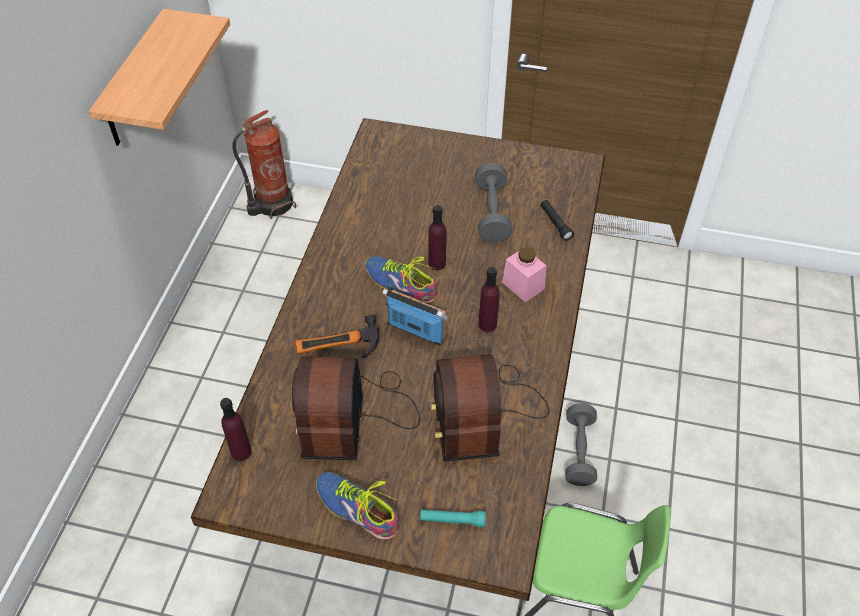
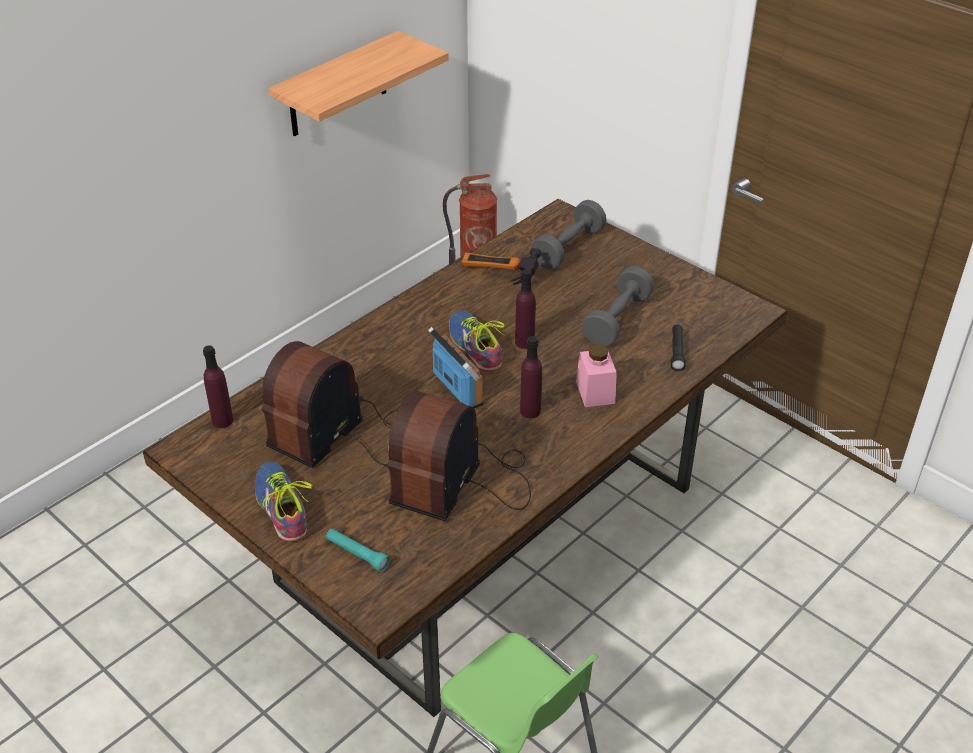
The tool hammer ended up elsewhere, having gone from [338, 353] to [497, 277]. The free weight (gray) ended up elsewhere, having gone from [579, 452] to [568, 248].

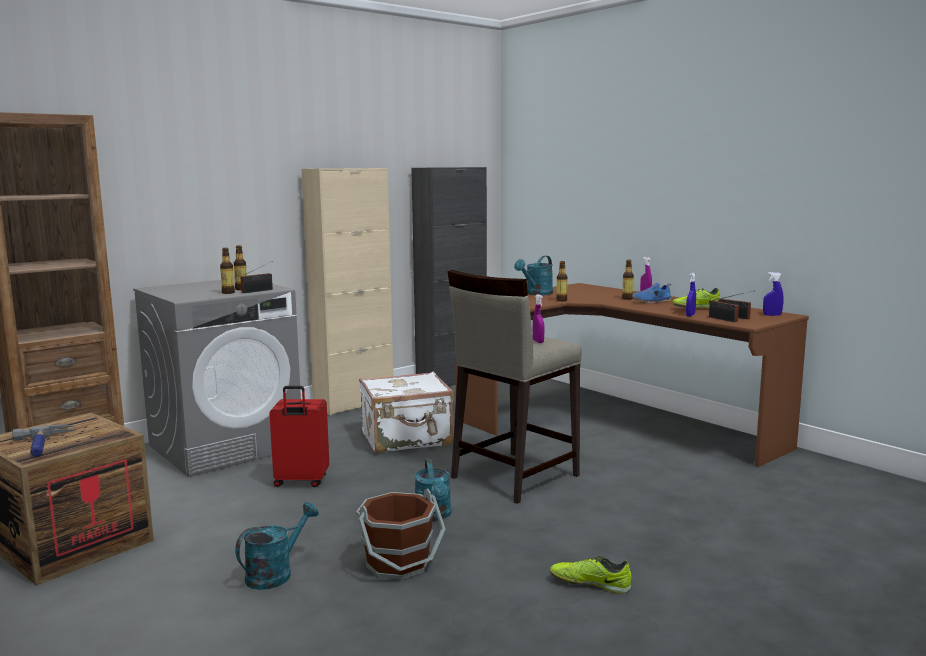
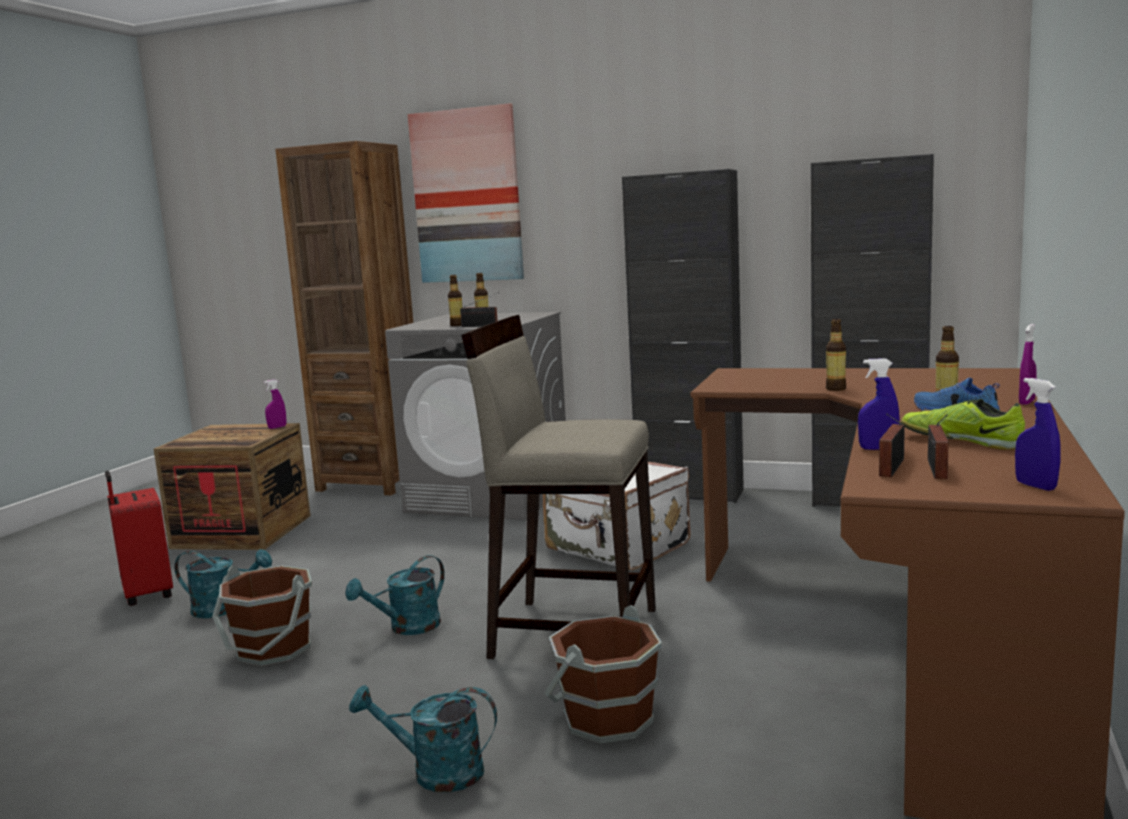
The second view lost the tool hammer at [43, 446]. The second view lost the shoe at [590, 583]. The second view gained the wall picture at [467, 196]. The second view gained the water bucket (brown) at [606, 718]. The suitcase (red-coloured) ended up elsewhere, having gone from [301, 482] to [146, 595]. The watering pot (turquoise) ended up elsewhere, having gone from [536, 294] to [435, 772]. The hand sprayer (purplish) ended up elsewhere, having gone from [538, 341] to [277, 427]. What was the storage cabinet (sand-coloured) at [354, 404] turned into the storage cabinet (black-coloured) at [690, 494].

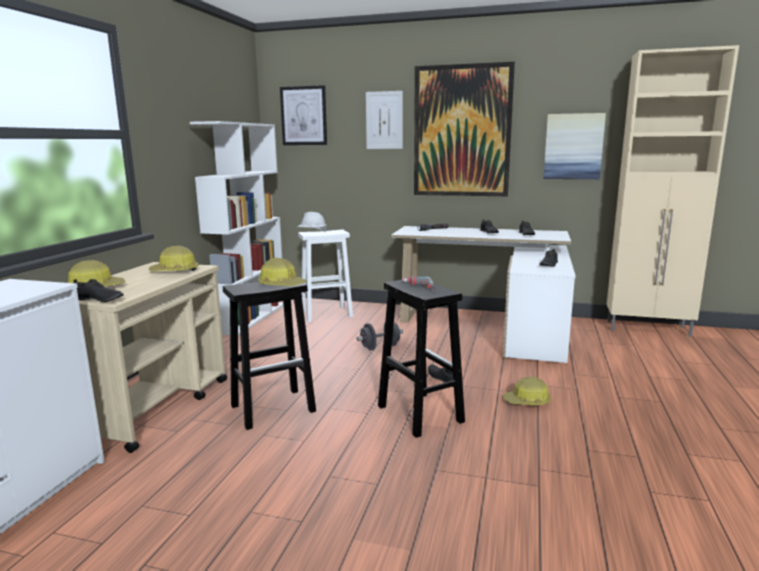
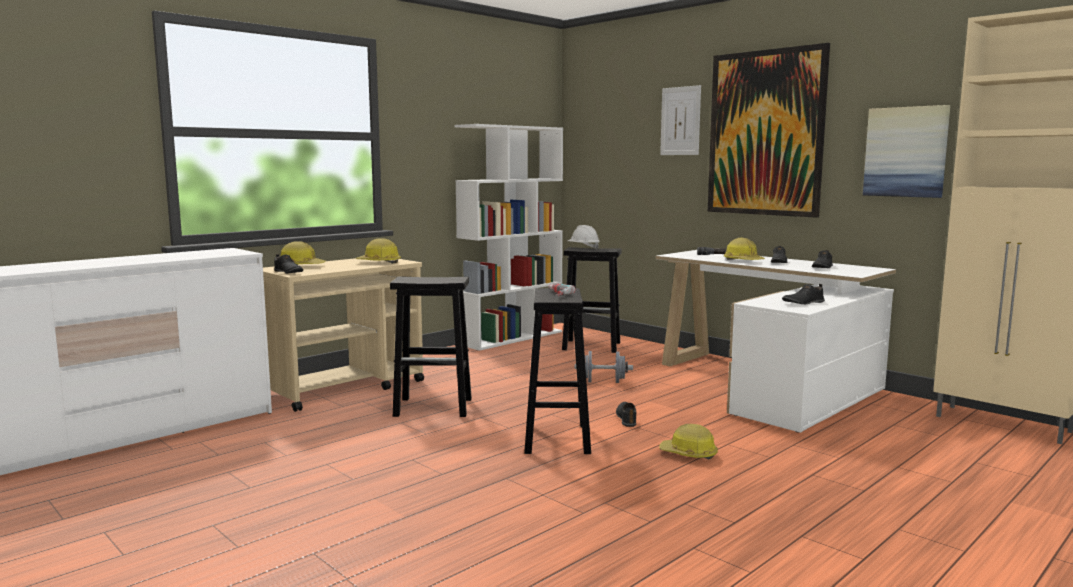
The second view lost the wall picture at [304, 116]. The hard hat ended up elsewhere, having gone from [281, 285] to [743, 261]. What was the stool seat (white) at [327, 314] turned into the stool seat (black-coloured) at [592, 346].

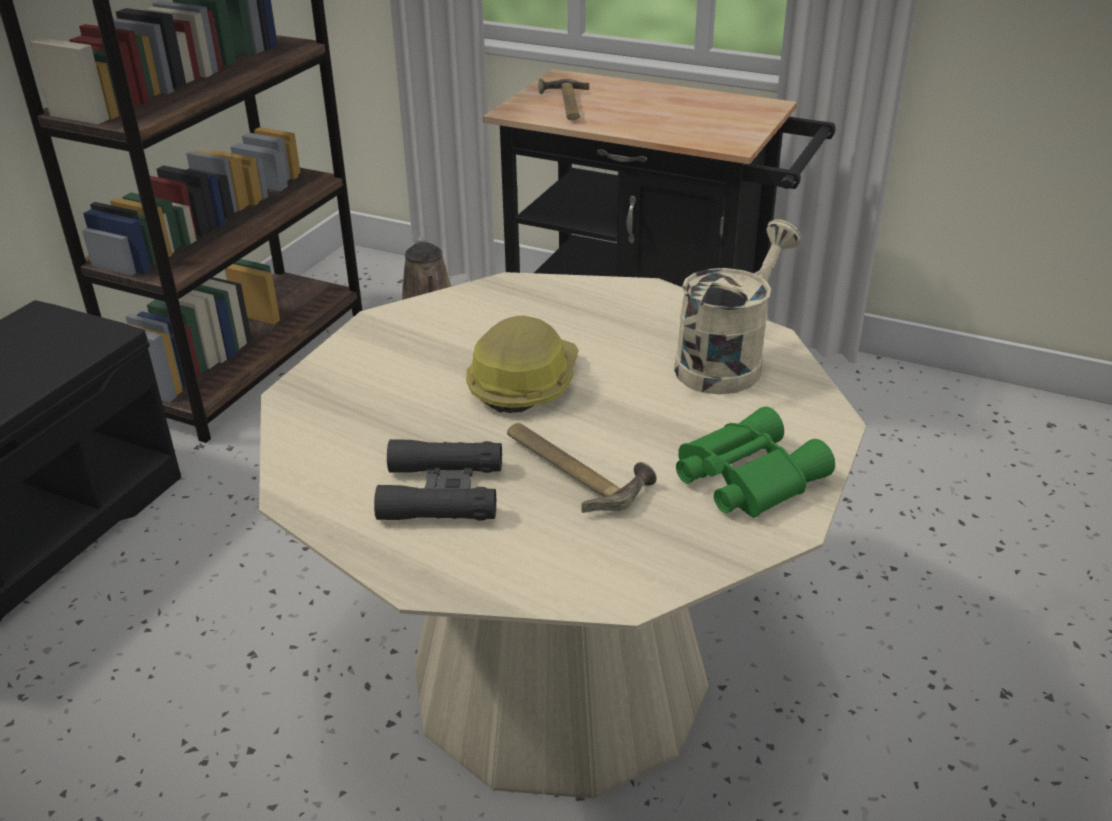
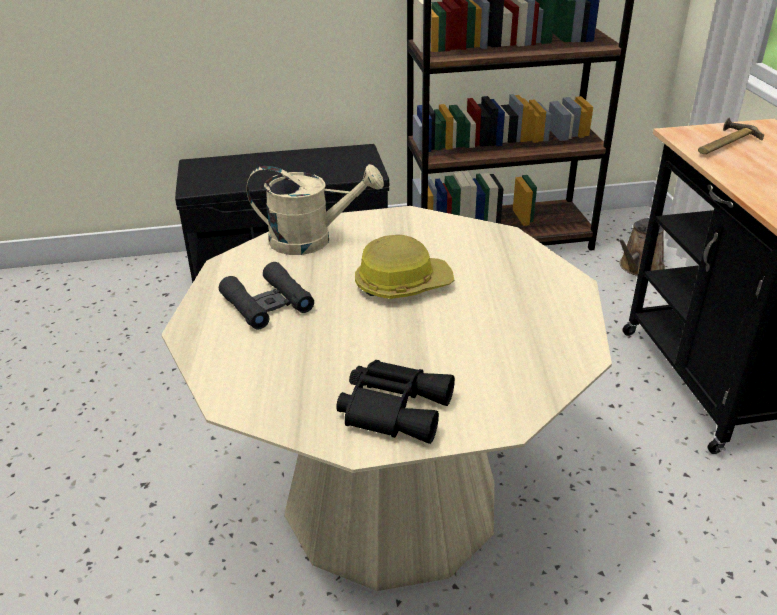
The second view lost the tool hammer at [574, 470]. The watering pot (sand-coloured) ended up elsewhere, having gone from [727, 361] to [312, 240]. What was the field glasses (green) at [744, 476] turned into the field glasses (black-coloured) at [394, 407].

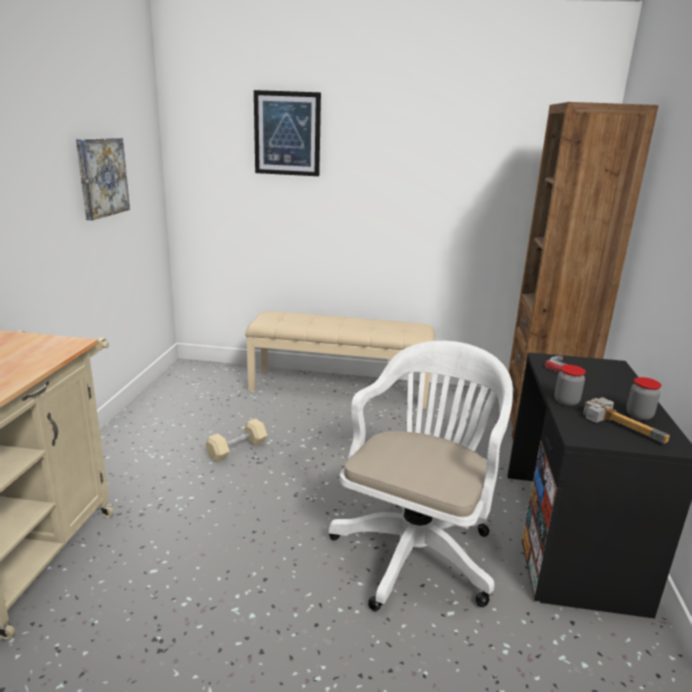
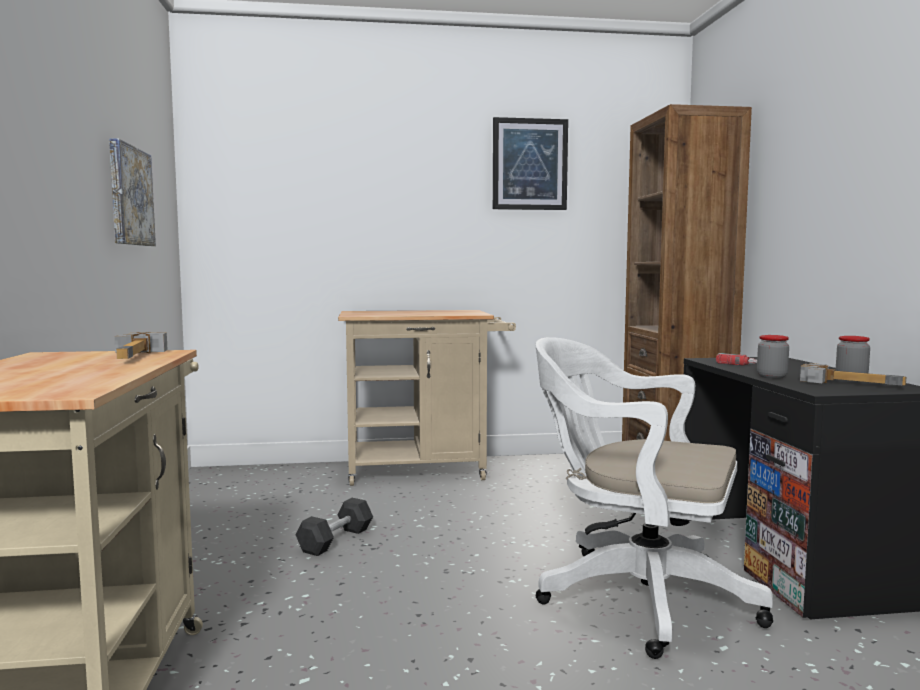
The second view gained the tool hammer at [142, 356]. The wall picture ended up elsewhere, having gone from [287, 133] to [529, 164]. Where the long seat (sand-coloured) stood at [340, 388], the cart (sand-coloured) came to stand at [426, 470]. What was the free weight (sand-coloured) at [237, 449] turned into the free weight (black-coloured) at [336, 540]. The office chair (white) at [417, 548] ended up facing another way, 75 degrees counterclockwise from before.

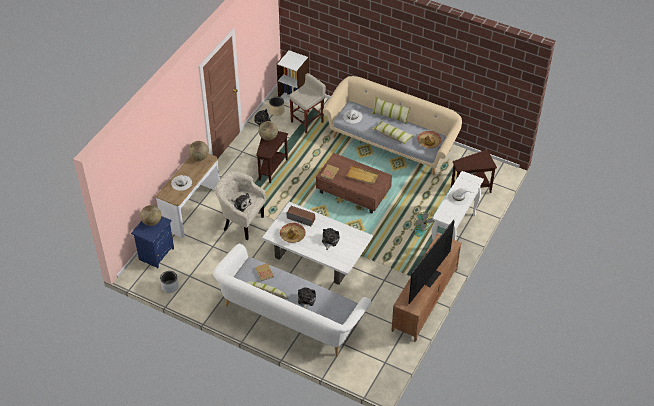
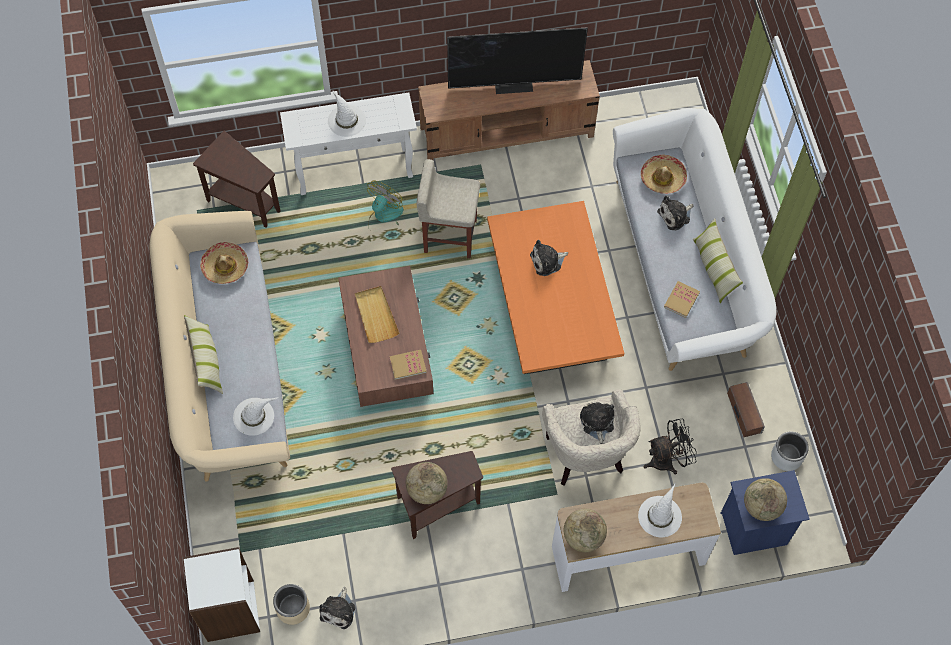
The second view lost the throw pillow at [392, 135]. The second view gained the fan (black-coloured) at [667, 460]. The clothing hat ended up elsewhere, having gone from [292, 235] to [663, 178]. The speaker ended up elsewhere, having gone from [301, 218] to [743, 413]. The stool seat (sand-coloured) ended up elsewhere, having gone from [307, 122] to [449, 236]. What was the low table (white) at [316, 255] turned into the low table (orangey) at [552, 309].

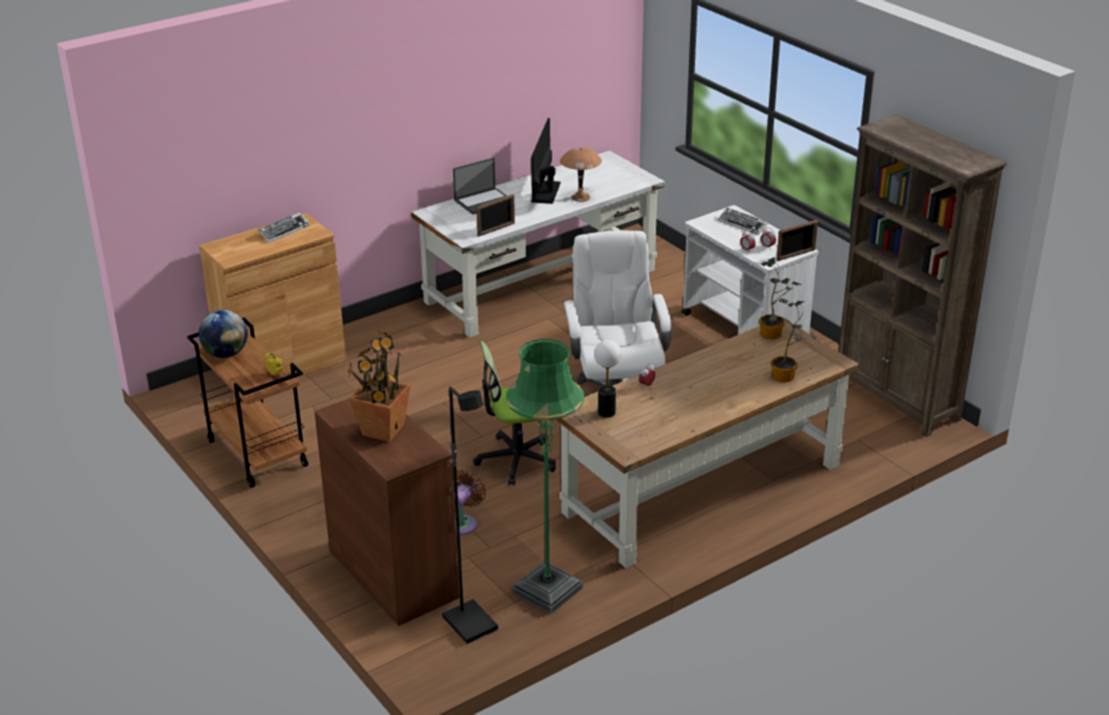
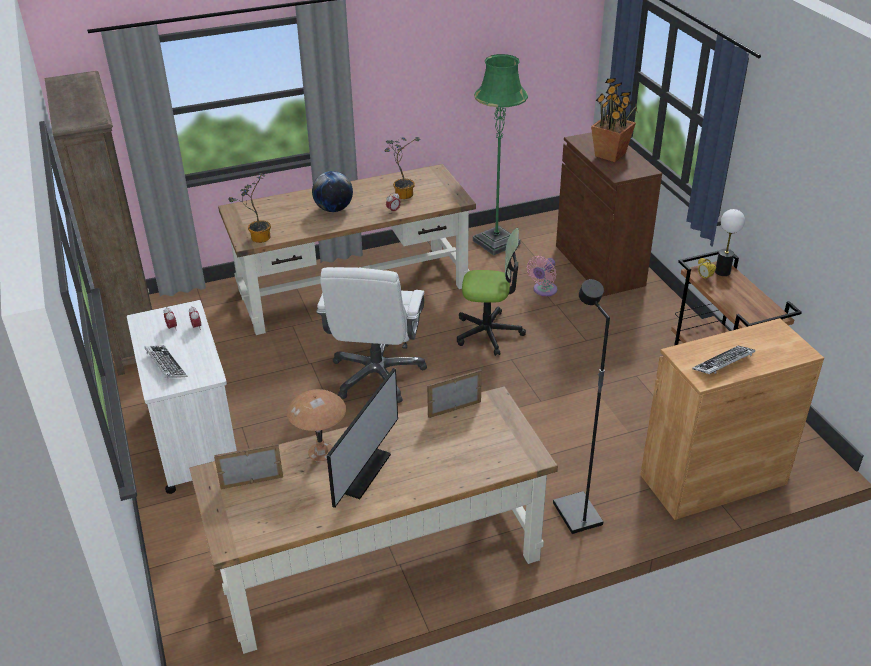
The second view lost the notebook computer at [484, 201]. The desk globe ended up elsewhere, having gone from [226, 354] to [334, 209]. The standing lamp (black-coloured) ended up elsewhere, having gone from [471, 624] to [576, 514]. The lamp for a table ended up elsewhere, having gone from [607, 412] to [722, 272]. The plant in a pot ended up elsewhere, having gone from [786, 377] to [402, 193]. The standing frame ended up elsewhere, having gone from [796, 255] to [252, 482]. What was the desk (white) at [541, 285] turned into the desk (brown) at [378, 563]. What was the fan (brown) at [463, 523] turned into the fan (pinkish) at [543, 290].

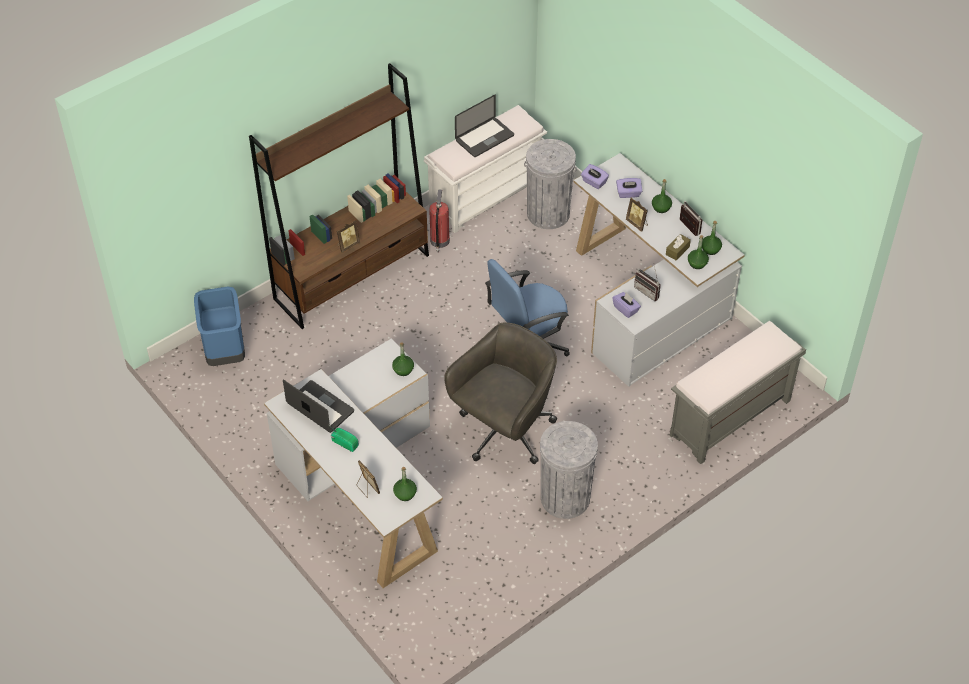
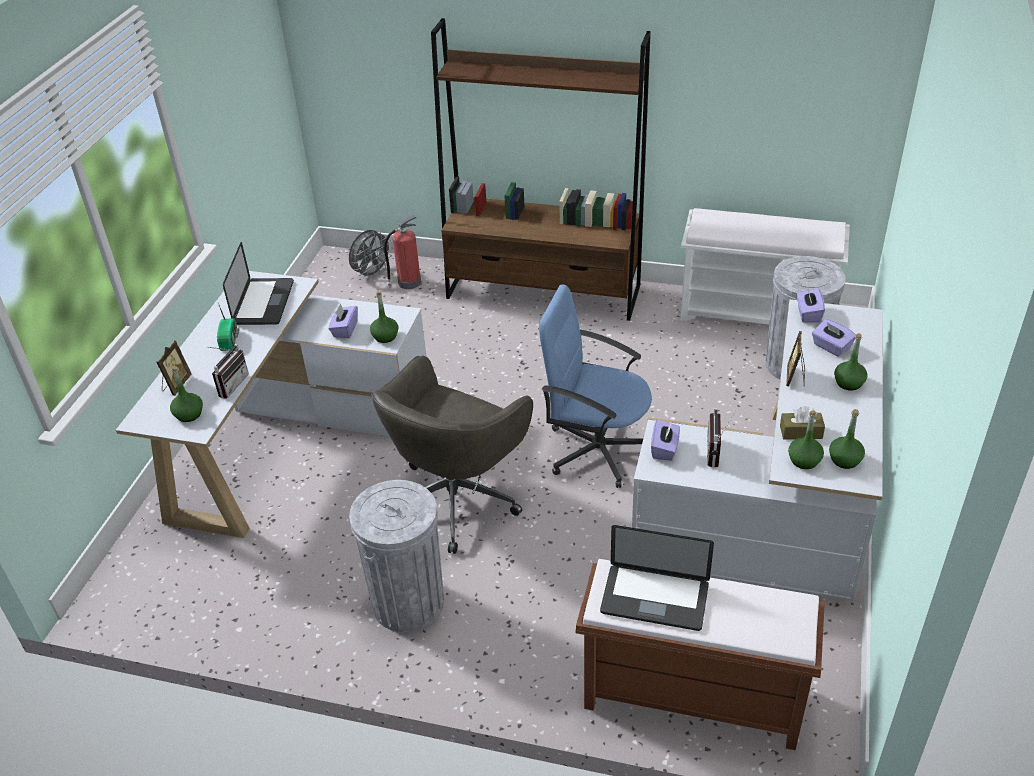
The second view lost the standing frame at [347, 245]. The second view gained the tissue holder (purplish) at [345, 329]. The extinguisher ended up elsewhere, having gone from [439, 241] to [408, 283]. The notebook computer ended up elsewhere, having gone from [484, 138] to [654, 598]. The radio ended up elsewhere, having gone from [686, 228] to [230, 384]. Where the waste bin (blue-coloured) stood at [224, 352], the fan (gray) came to stand at [372, 273]. What was the long seat (gray) at [729, 419] turned into the long seat (brown) at [690, 697]. The office chair (gray) at [504, 432] ended up facing another way, 120 degrees clockwise from before.

